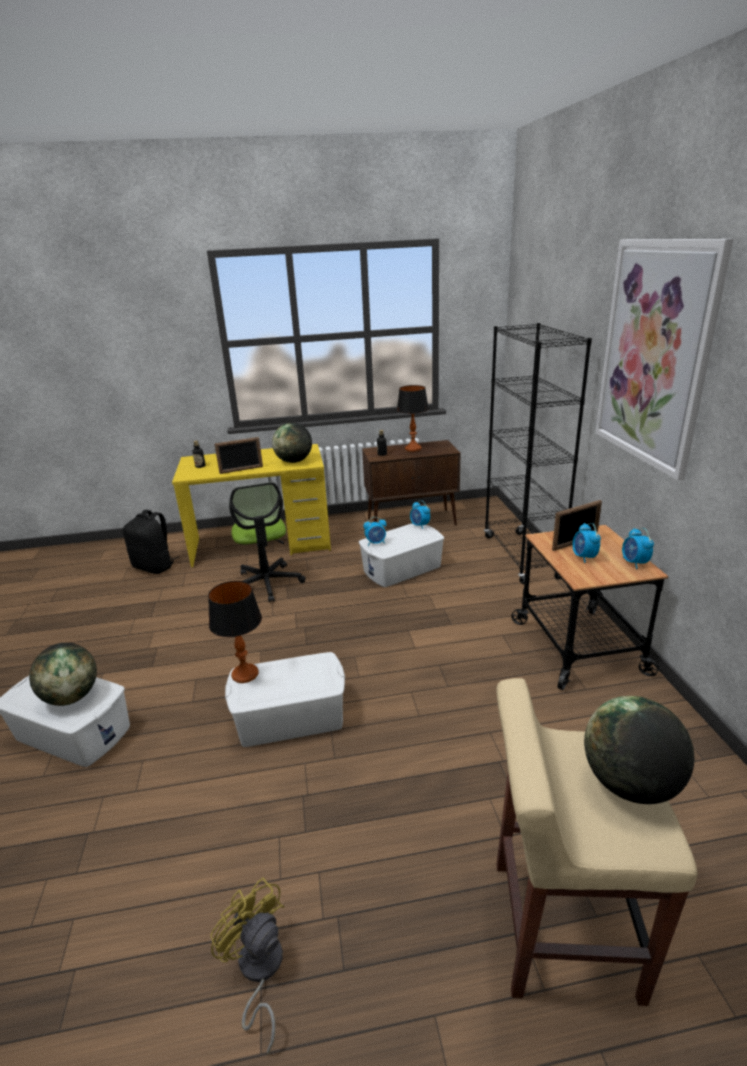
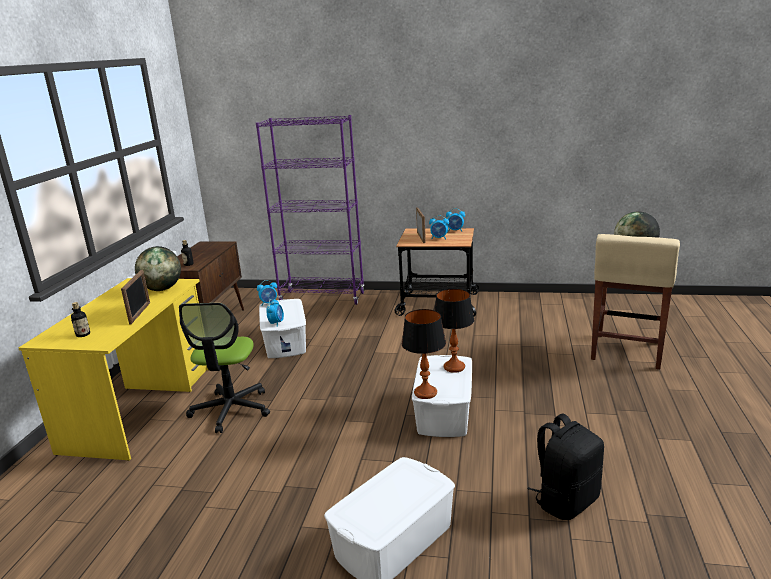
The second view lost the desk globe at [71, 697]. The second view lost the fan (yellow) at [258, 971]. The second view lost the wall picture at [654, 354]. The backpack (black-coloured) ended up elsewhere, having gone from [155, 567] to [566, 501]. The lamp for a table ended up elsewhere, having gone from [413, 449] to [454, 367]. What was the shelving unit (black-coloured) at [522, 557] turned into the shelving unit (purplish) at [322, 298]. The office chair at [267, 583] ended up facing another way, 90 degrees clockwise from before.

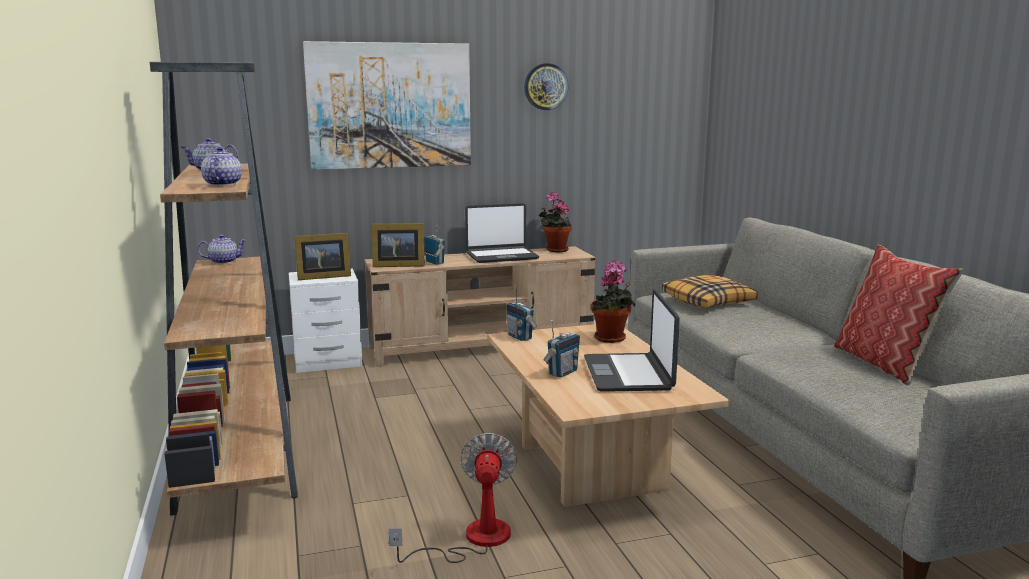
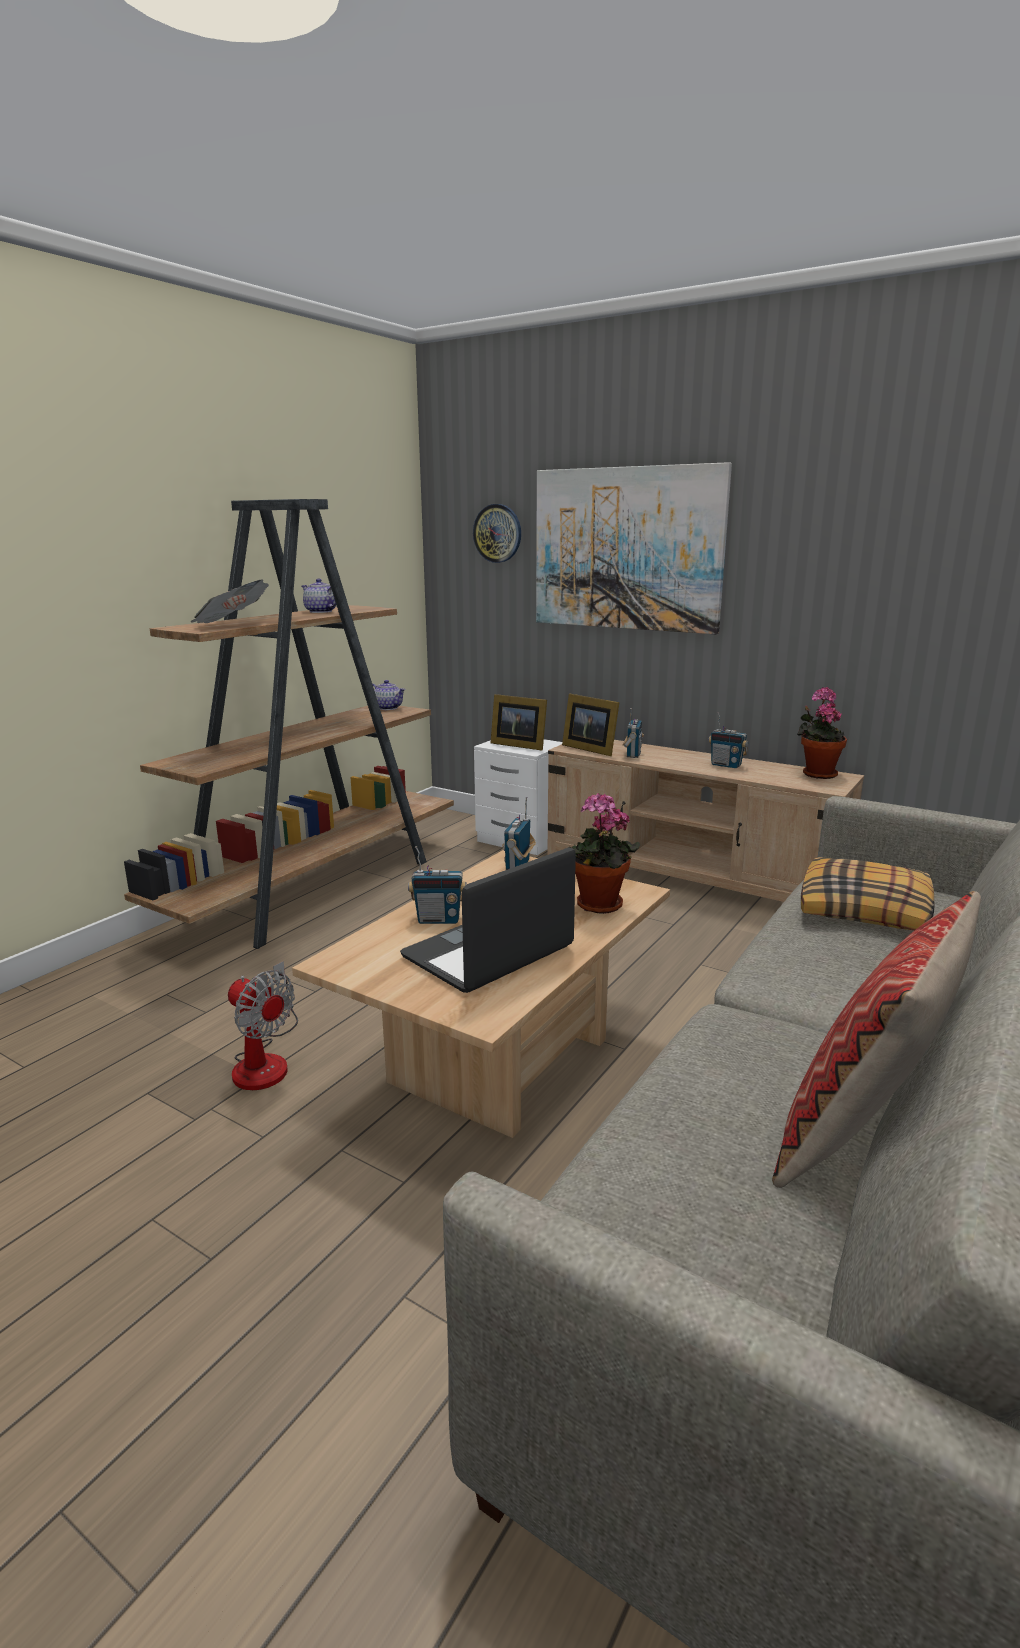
The clock on the wall ended up elsewhere, having gone from [545, 86] to [497, 533]. Where the teapot stood at [222, 184], the daily paper came to stand at [232, 625]. Where the notebook computer stood at [501, 256], the radio came to stand at [726, 765]. The fan at [473, 540] ended up facing another way, 75 degrees clockwise from before.

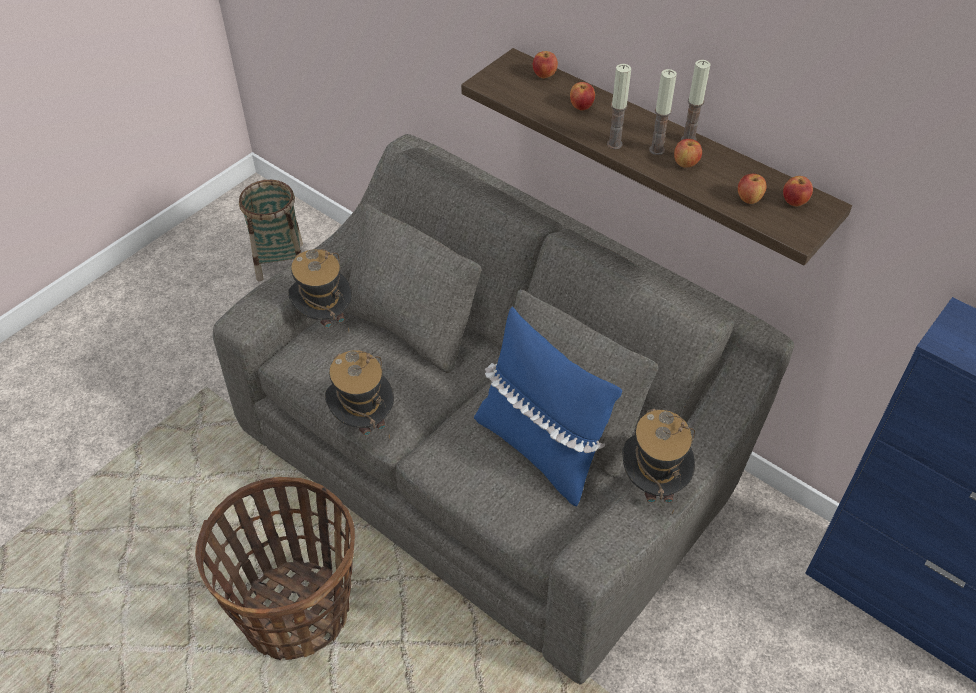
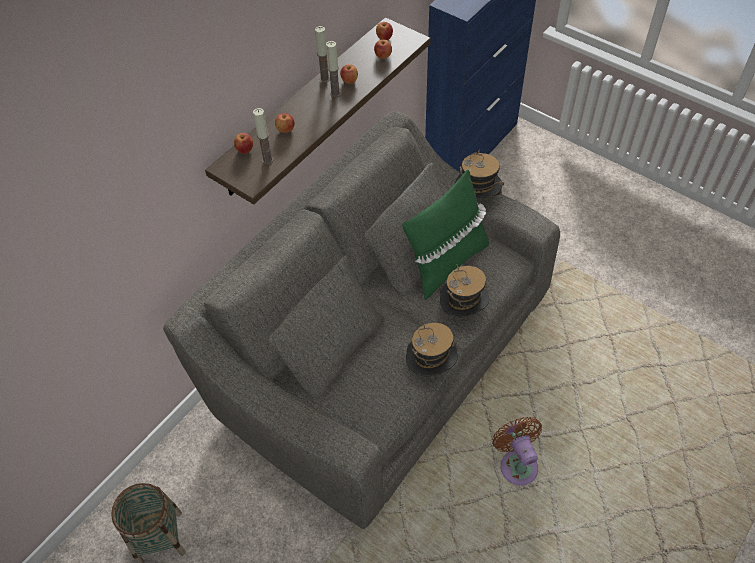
The clothing hat ended up elsewhere, having gone from [324, 318] to [463, 312]. The wax candle ended up elsewhere, having gone from [614, 144] to [267, 160]. Where the storage basket stood at [296, 610], the fan (brown) came to stand at [517, 463]. What was the throw pillow (blue-coloured) at [540, 448] turned into the throw pillow (green) at [445, 263].

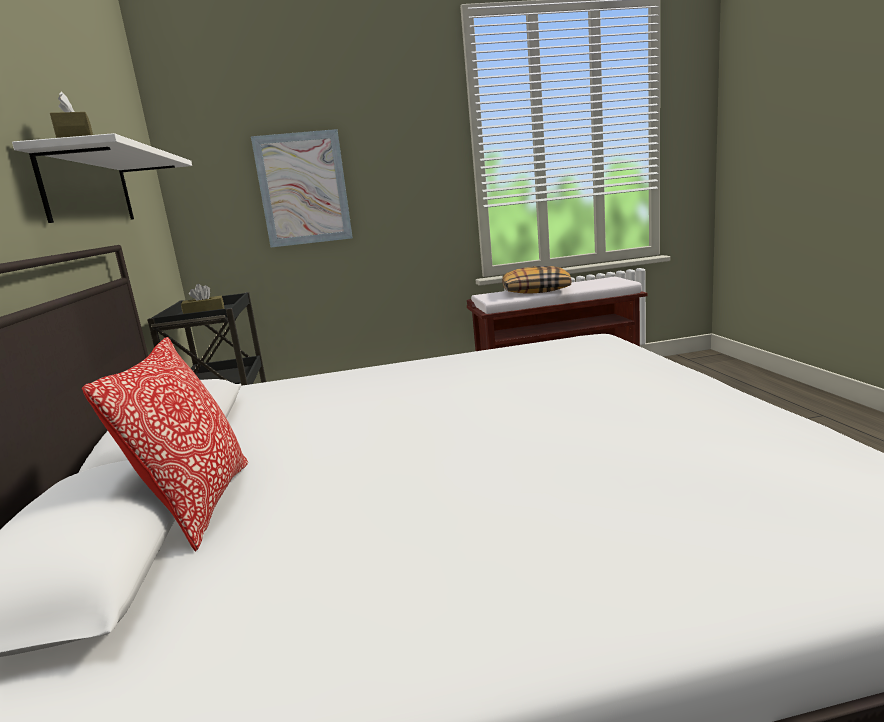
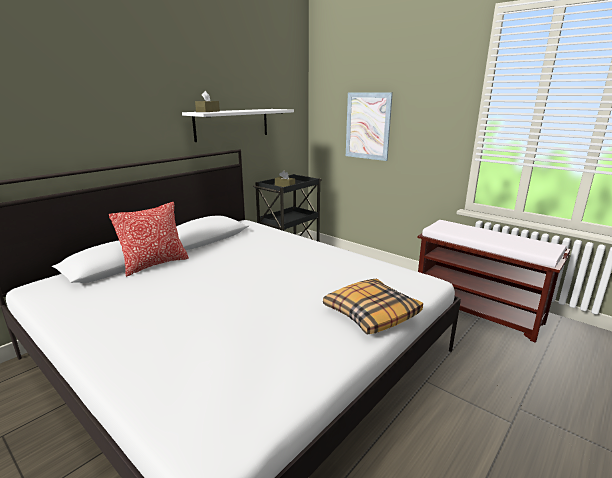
The throw pillow ended up elsewhere, having gone from [535, 290] to [371, 313].

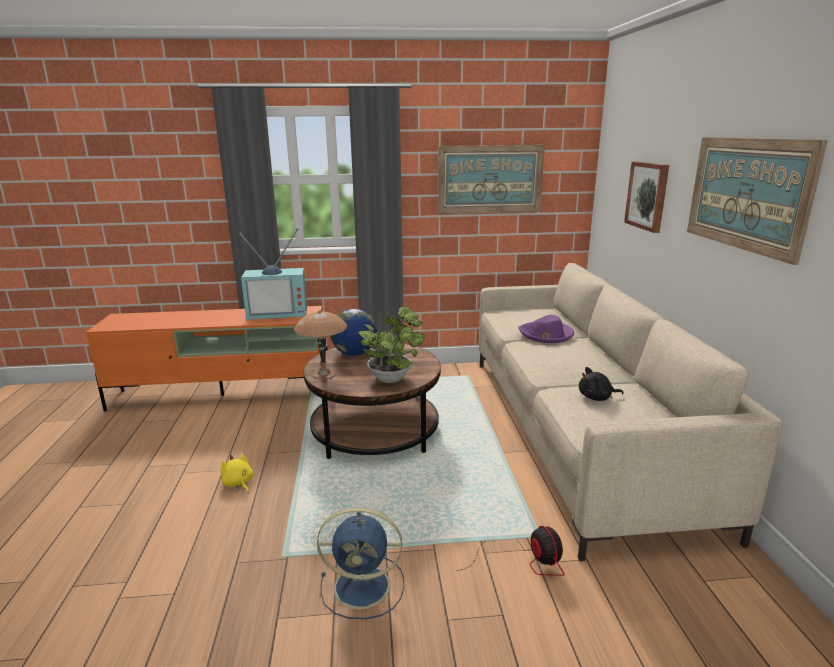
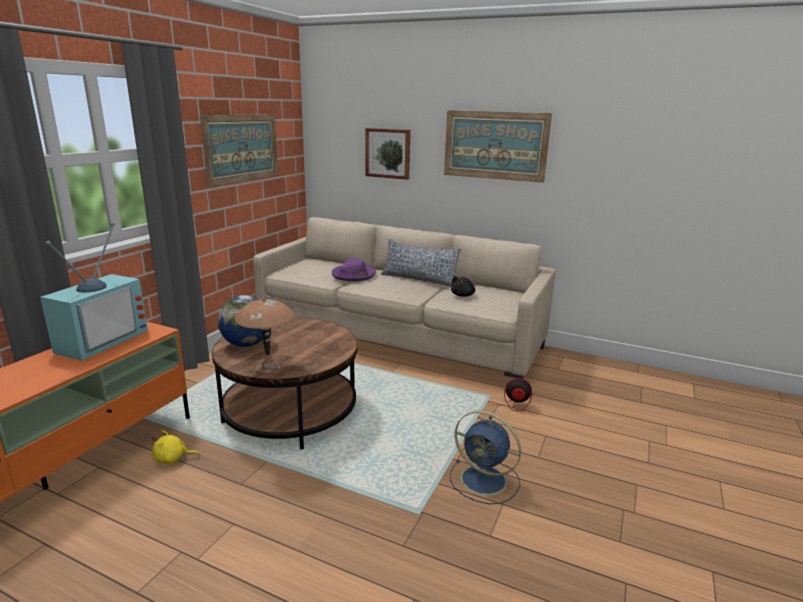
The second view lost the plant in a pot at [392, 377]. The second view gained the throw pillow at [419, 279]. The cuddly toy (yellow) ended up elsewhere, having gone from [238, 483] to [172, 459]. The fan (blue-coloured) at [364, 586] ended up facing another way, 90 degrees clockwise from before.

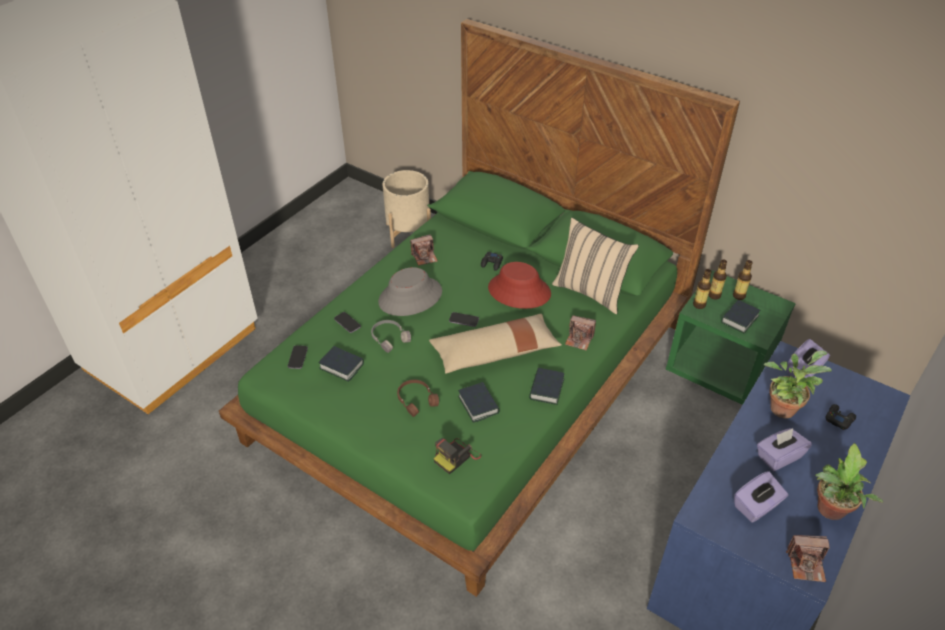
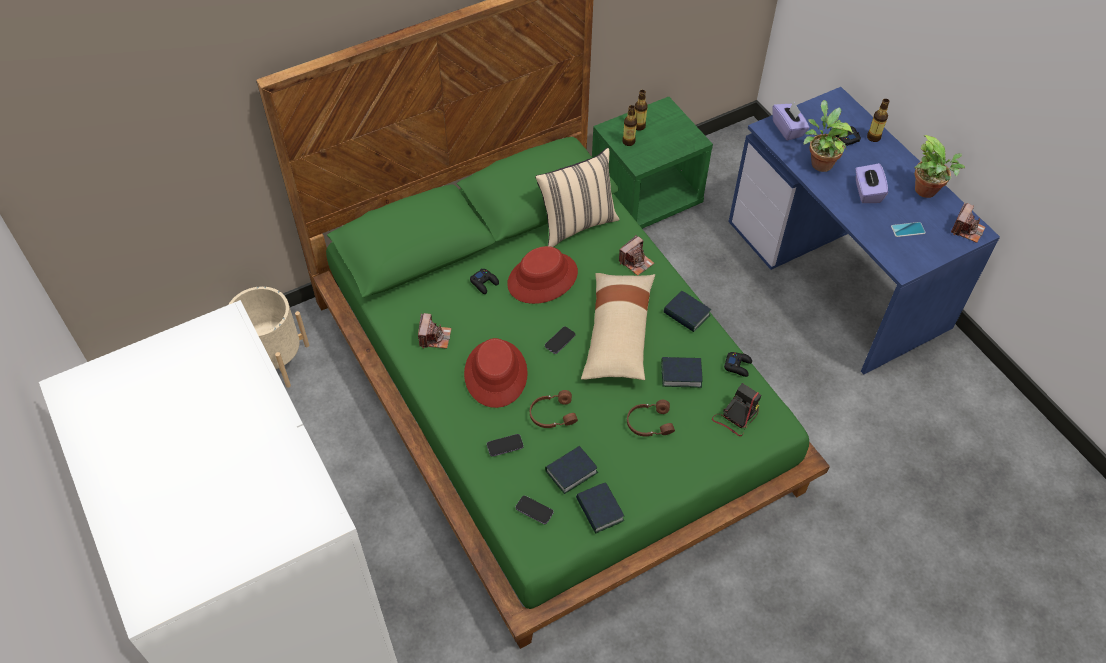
The second view gained the joypad (black-coloured) at [738, 366]. The beverage bottle ended up elsewhere, having gone from [699, 305] to [873, 137]. The volume ended up elsewhere, having gone from [739, 319] to [599, 510]. Where the tissue holder (purplish) stood at [756, 506], the phone came to stand at [908, 230]. What was the pair of headphones (gray) at [389, 338] turned into the pair of headphones (brown) at [552, 414]. What was the clothing hat (gray) at [410, 297] turned into the clothing hat (red-coloured) at [496, 374]. The still camera at [456, 457] ended up facing another way, 120 degrees counterclockwise from before.

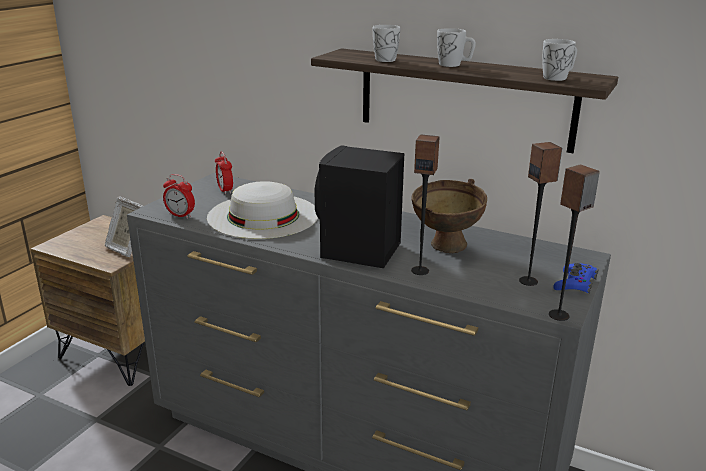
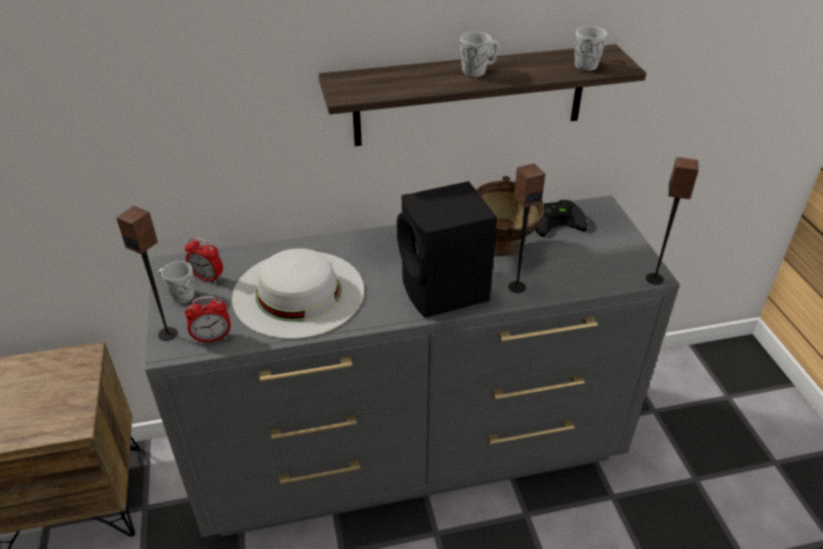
The second view lost the standing frame at [127, 248]. The second view lost the joypad (blue-coloured) at [575, 283]. The second view gained the joypad (black-coloured) at [557, 220]. The coffee mug (white) ended up elsewhere, having gone from [383, 59] to [179, 295]. The speaker ended up elsewhere, having gone from [528, 281] to [168, 333].

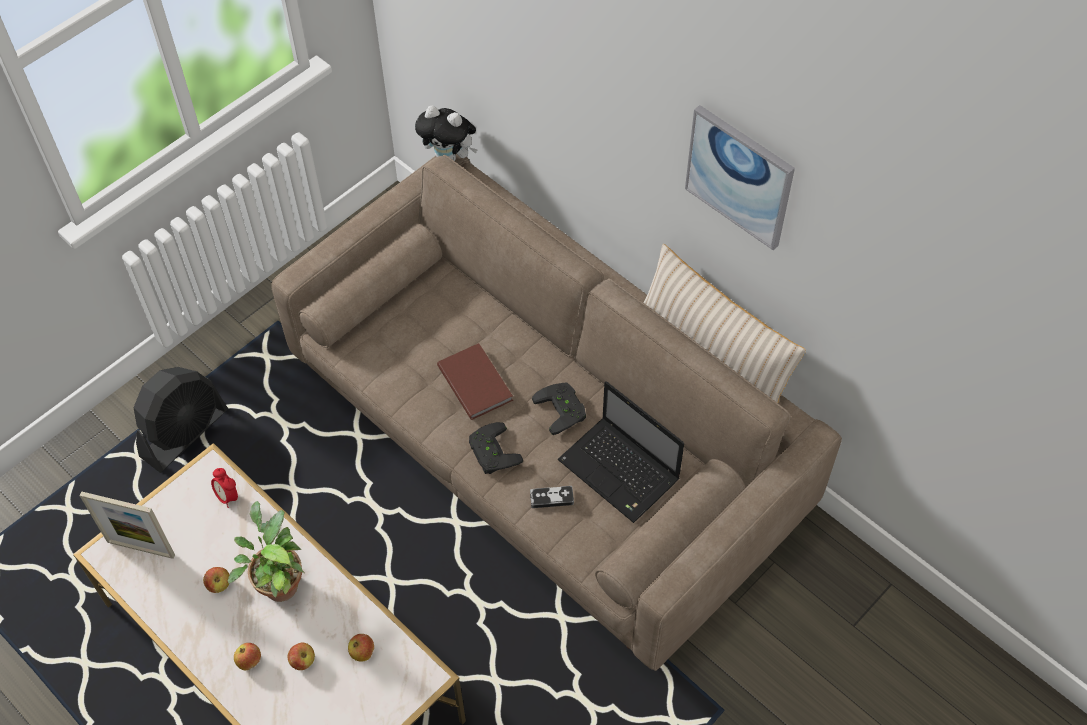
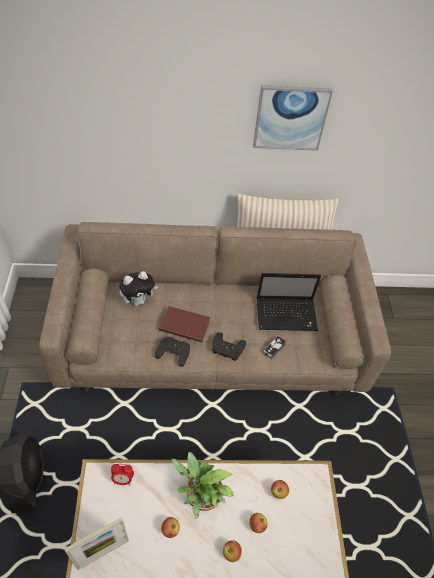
The cuddly toy ended up elsewhere, having gone from [449, 157] to [138, 301]. The joypad (black-coloured) ended up elsewhere, having gone from [563, 409] to [174, 350].

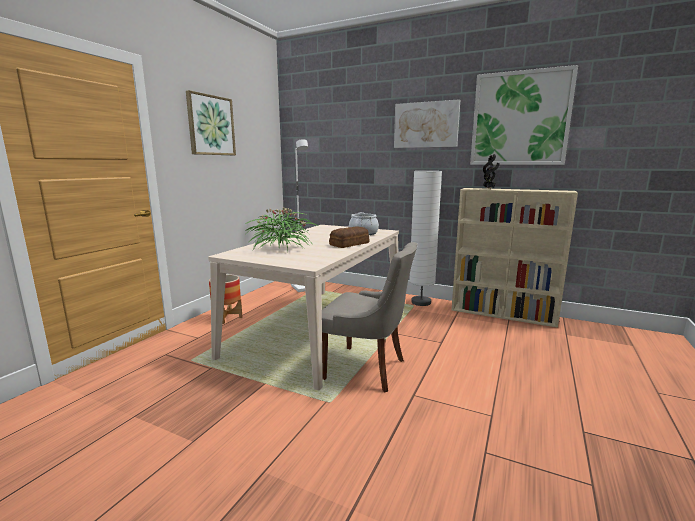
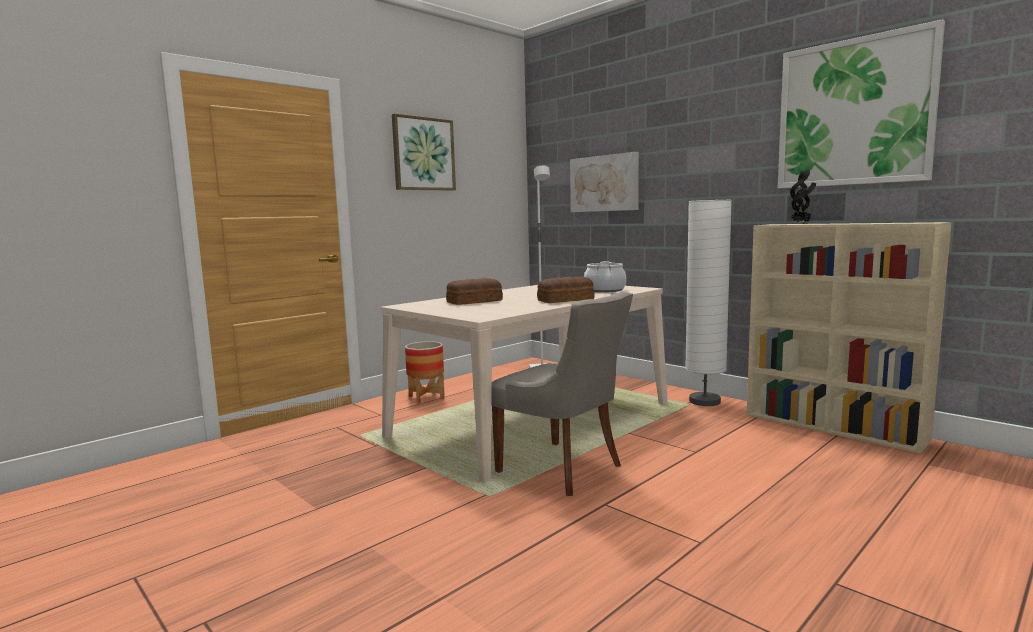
The wall picture ended up elsewhere, having gone from [426, 125] to [604, 183]. Where the plant in a pot stood at [281, 248], the bread came to stand at [473, 301].

